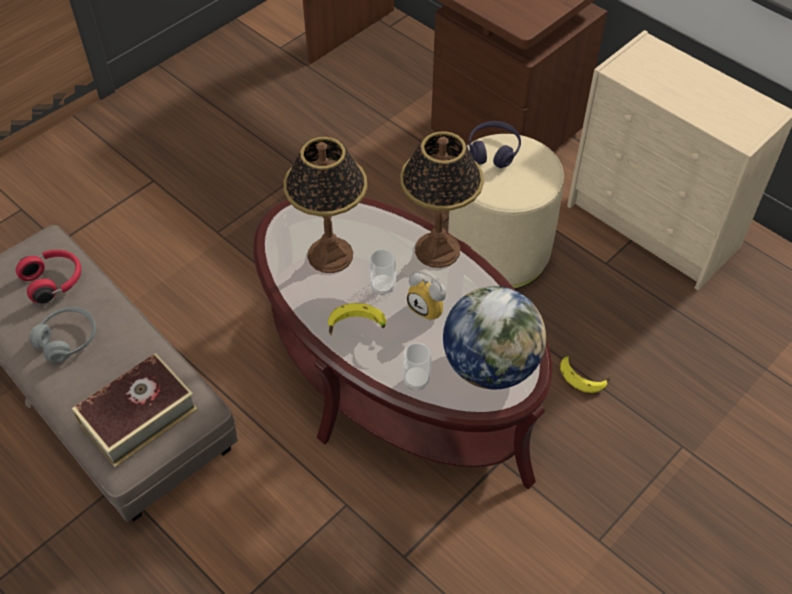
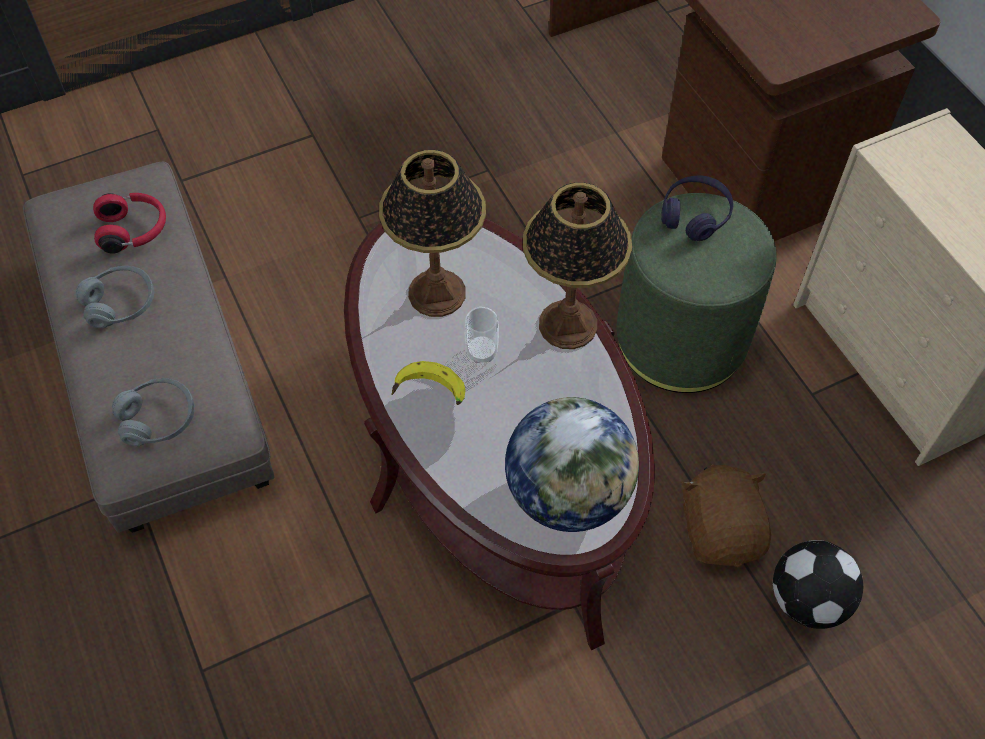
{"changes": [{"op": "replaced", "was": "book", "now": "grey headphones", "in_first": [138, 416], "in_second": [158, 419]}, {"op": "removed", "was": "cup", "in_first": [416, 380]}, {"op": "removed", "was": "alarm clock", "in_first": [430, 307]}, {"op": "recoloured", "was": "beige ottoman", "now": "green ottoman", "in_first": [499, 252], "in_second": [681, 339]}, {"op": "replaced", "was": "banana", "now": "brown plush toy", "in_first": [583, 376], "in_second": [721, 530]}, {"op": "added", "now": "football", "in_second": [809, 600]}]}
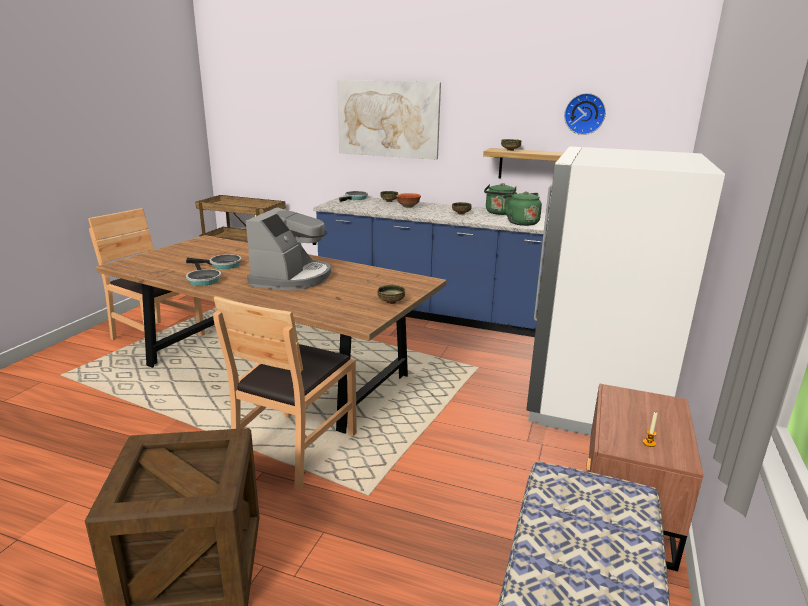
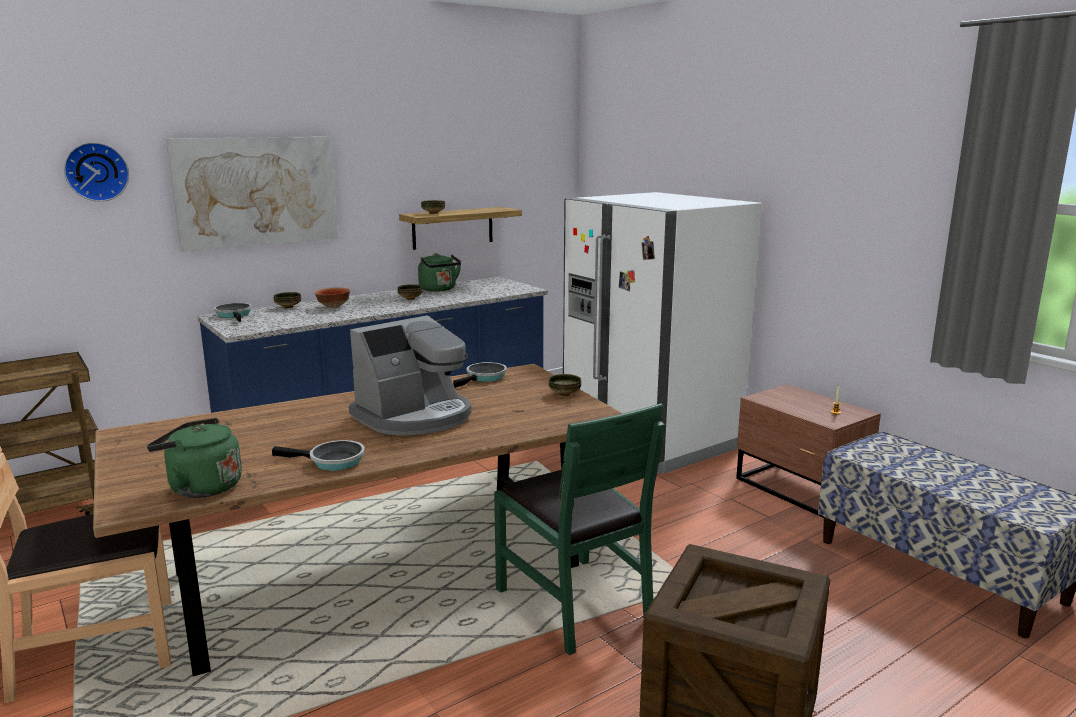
{"changes": [{"op": "moved", "was": "frying pan", "in_first": [222, 265], "in_second": [484, 378]}, {"op": "recoloured", "was": "brown chair", "now": "green chair", "in_first": [295, 448], "in_second": [574, 603]}, {"op": "turned", "was": "coffee machine", "in_first": [292, 278], "in_second": [415, 417], "clockwise": 90}, {"op": "moved", "was": "green kettle", "in_first": [521, 222], "in_second": [201, 487]}, {"op": "moved", "was": "wall clock", "in_first": [585, 114], "in_second": [96, 171]}]}
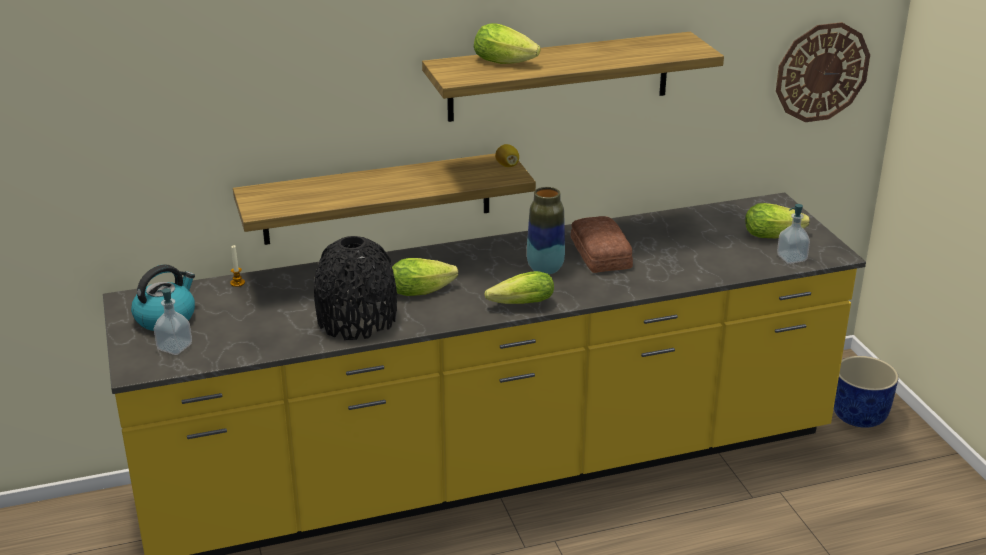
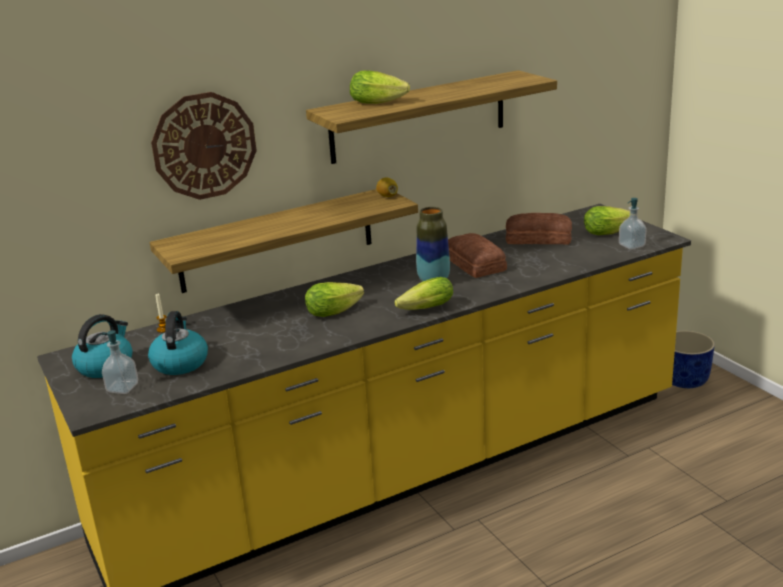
{"changes": [{"op": "removed", "was": "black vase", "in_first": [357, 319]}, {"op": "moved", "was": "wall clock", "in_first": [821, 72], "in_second": [204, 146]}, {"op": "added", "now": "kettle", "in_second": [180, 363]}, {"op": "added", "now": "bread", "in_second": [537, 238]}]}
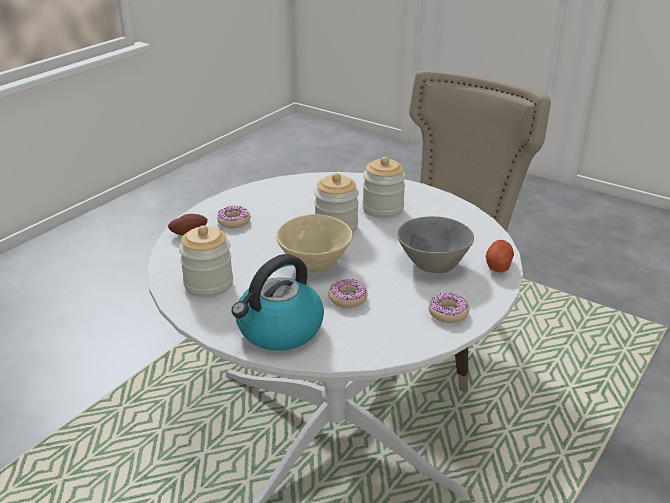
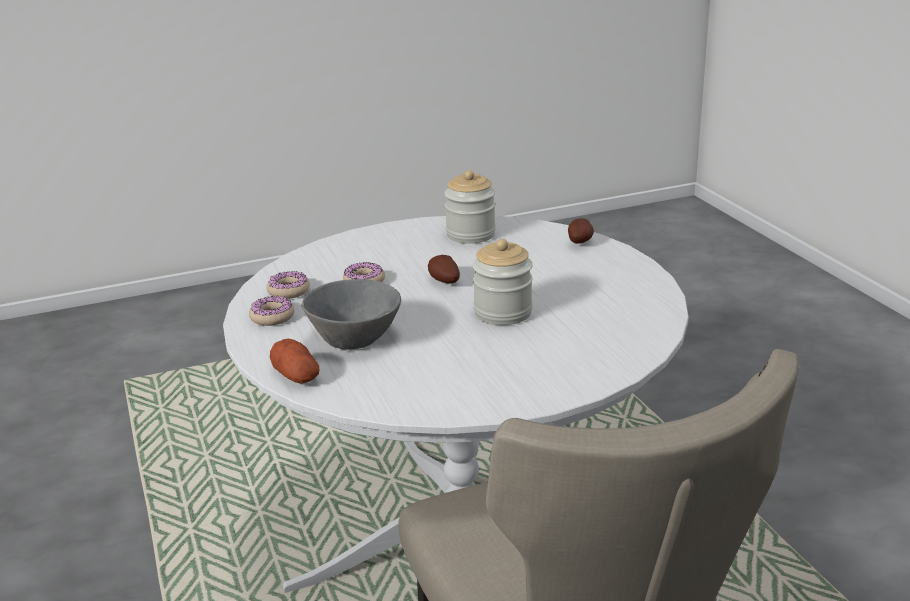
{"changes": [{"op": "moved", "was": "donut", "in_first": [234, 221], "in_second": [288, 291]}, {"op": "removed", "was": "kettle", "in_first": [279, 330]}, {"op": "replaced", "was": "beige bowl", "now": "potato", "in_first": [312, 264], "in_second": [443, 282]}, {"op": "removed", "was": "jar", "in_first": [383, 209]}]}
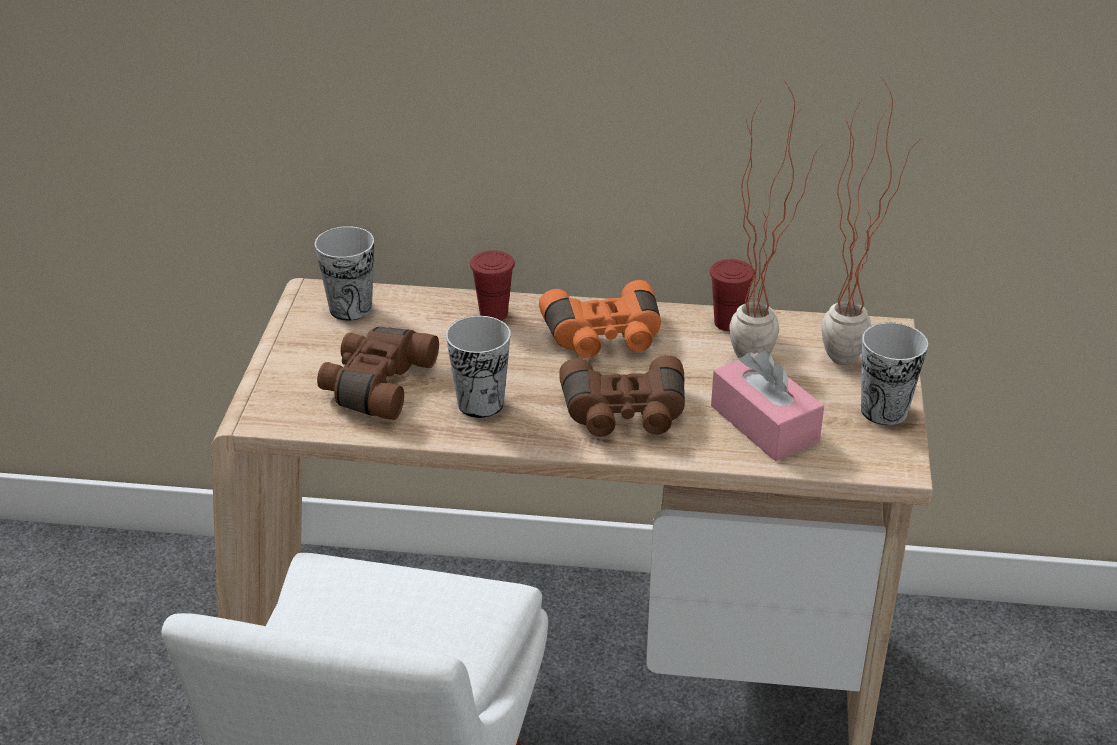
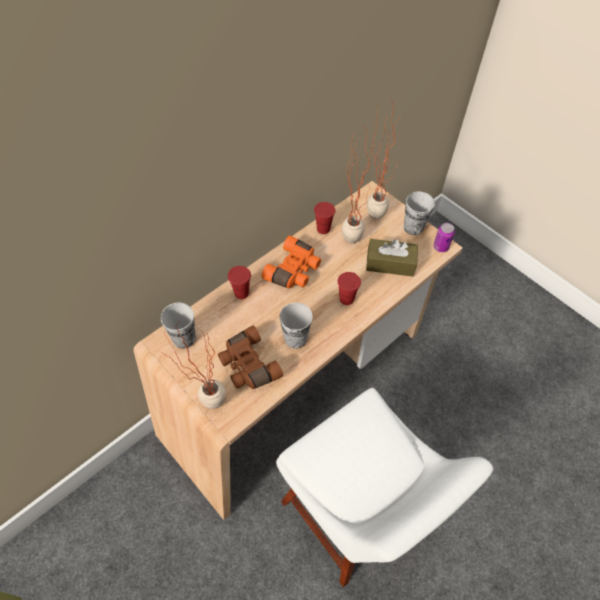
{"changes": [{"op": "replaced", "was": "brown binoculars", "now": "red cup", "in_first": [624, 415], "in_second": [346, 299]}, {"op": "recoloured", "was": "pink tissue box", "now": "brown tissue box", "in_first": [764, 424], "in_second": [390, 263]}, {"op": "added", "now": "potted plant", "in_second": [206, 404]}, {"op": "added", "now": "can", "in_second": [440, 247]}]}
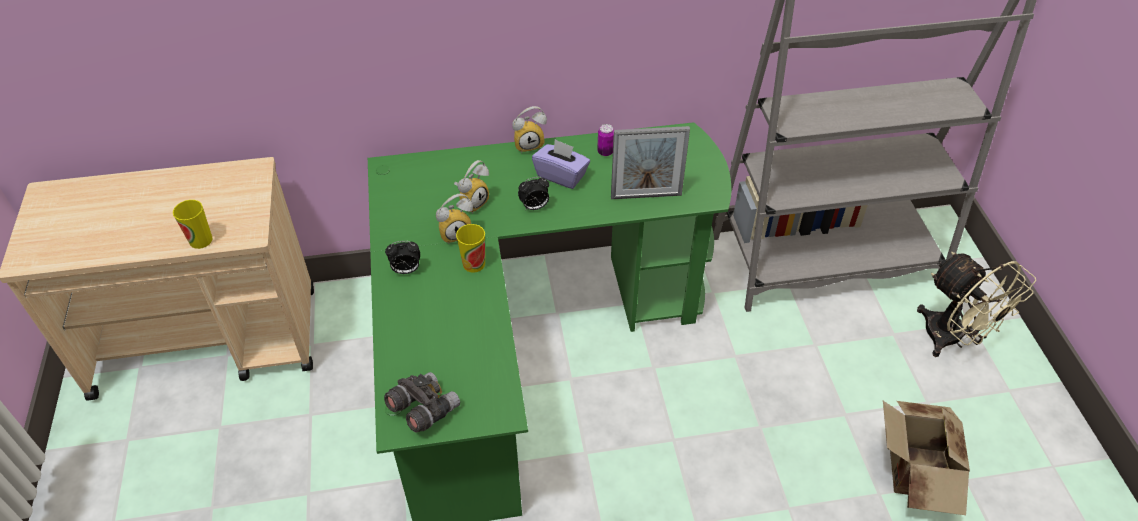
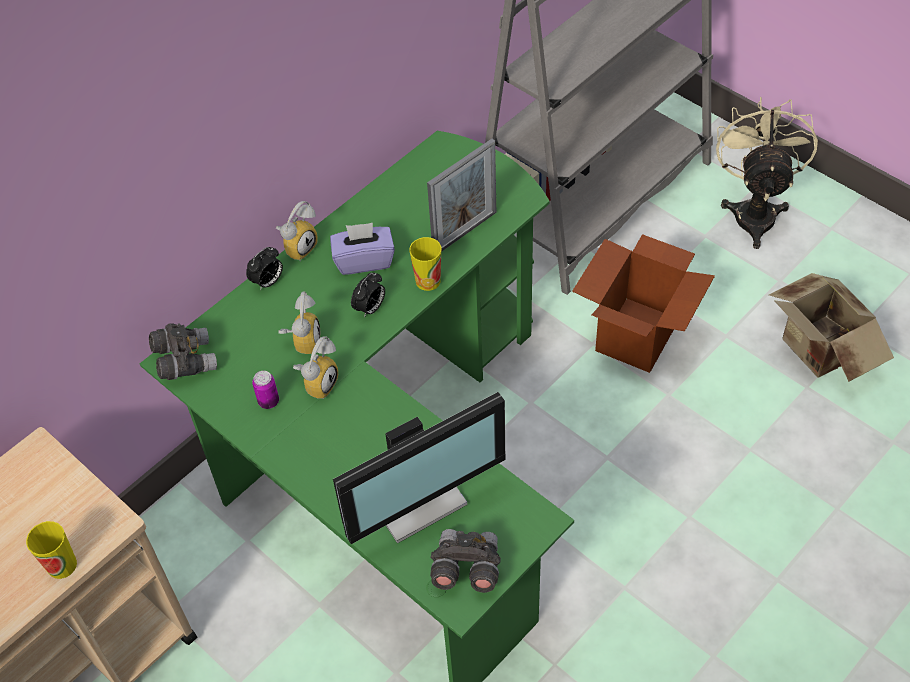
{"changes": [{"op": "moved", "was": "alarm clock", "in_first": [406, 270], "in_second": [268, 282]}, {"op": "moved", "was": "cup", "in_first": [474, 264], "in_second": [428, 281]}, {"op": "moved", "was": "can", "in_first": [605, 152], "in_second": [268, 401]}, {"op": "turned", "was": "beige fan", "in_first": [952, 339], "in_second": [754, 211], "clockwise": -105}, {"op": "added", "now": "grey binoculars", "in_second": [185, 361]}, {"op": "added", "now": "monitor", "in_second": [416, 496]}, {"op": "added", "now": "cardboard box", "in_second": [637, 335]}]}
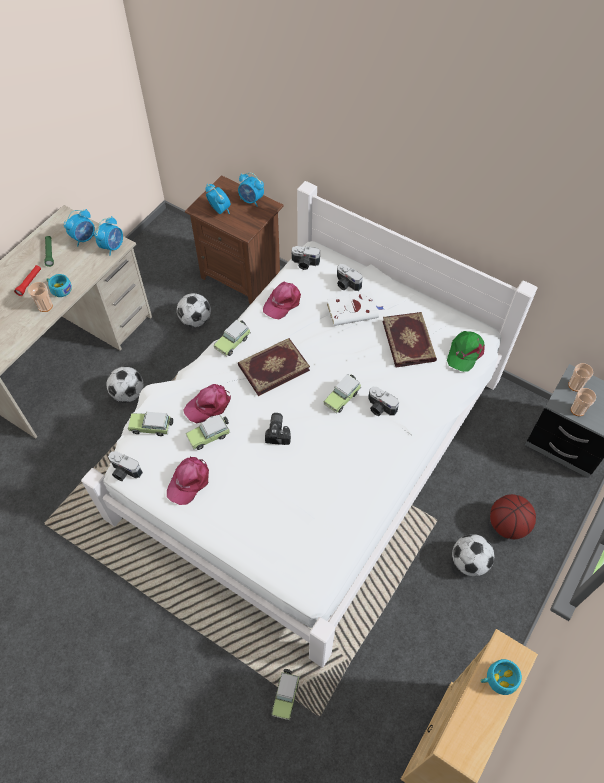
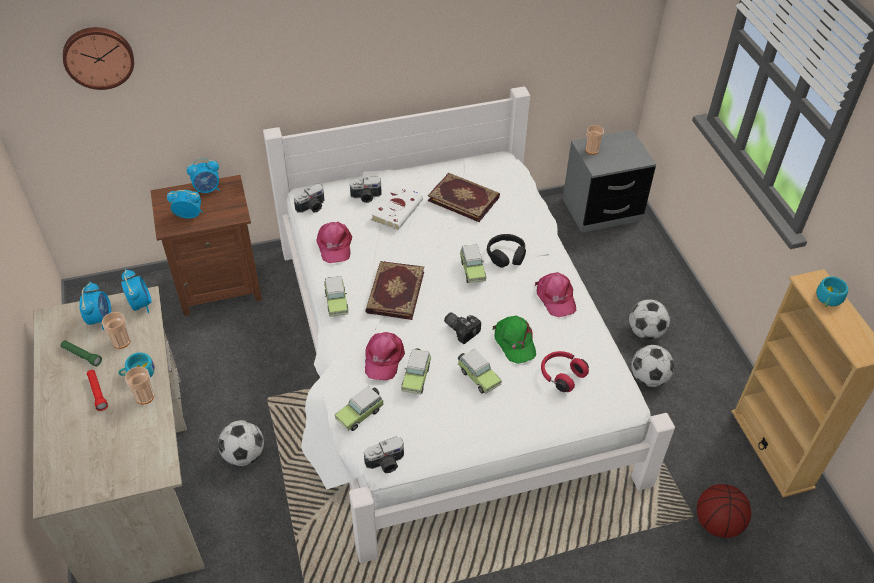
{"changes": [{"op": "moved", "was": "pink cap", "in_first": [189, 481], "in_second": [555, 297]}, {"op": "moved", "was": "football", "in_first": [195, 320], "in_second": [648, 378]}, {"op": "moved", "was": "toy car", "in_first": [286, 695], "in_second": [478, 376]}, {"op": "replaced", "was": "photo camera", "now": "black headphones", "in_first": [380, 408], "in_second": [506, 255]}, {"op": "moved", "was": "green cap", "in_first": [464, 352], "in_second": [514, 342]}, {"op": "moved", "was": "basketball", "in_first": [508, 525], "in_second": [718, 523]}, {"op": "moved", "was": "cup", "in_first": [577, 410], "in_second": [121, 341]}, {"op": "added", "now": "wall clock", "in_second": [98, 56]}, {"op": "added", "now": "red headphones", "in_second": [561, 375]}]}
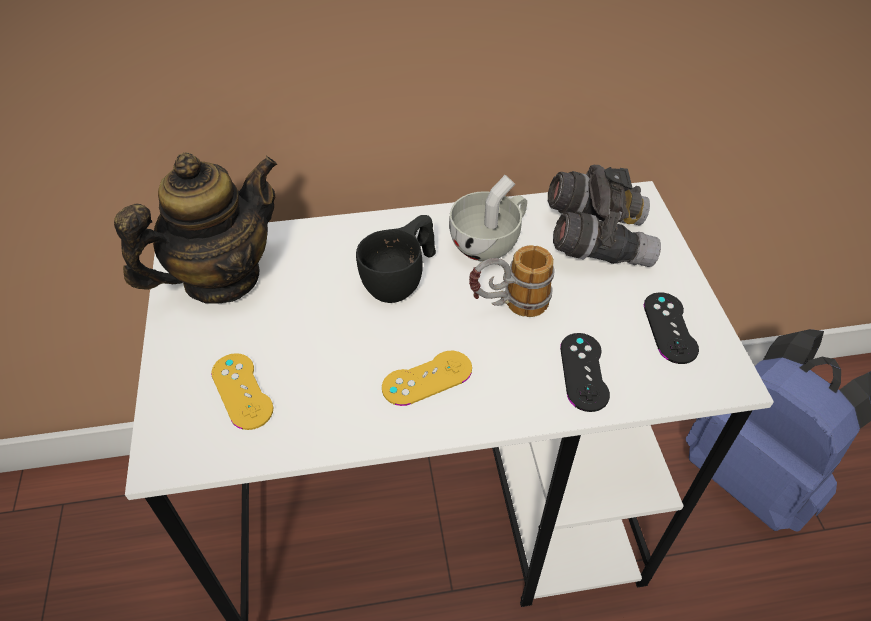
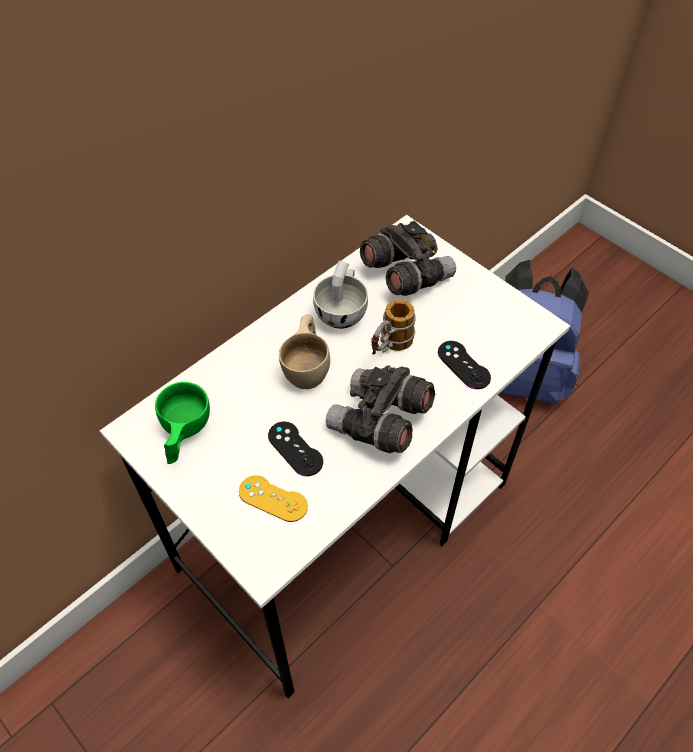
{"changes": [{"op": "replaced", "was": "teapot", "now": "green cup", "in_first": [221, 278], "in_second": [183, 434]}, {"op": "recoloured", "was": "black cup", "now": "beige cup", "in_first": [402, 279], "in_second": [308, 366]}, {"op": "replaced", "was": "yellow game controller", "now": "grey binoculars", "in_first": [427, 378], "in_second": [379, 421]}, {"op": "moved", "was": "black game controller", "in_first": [670, 327], "in_second": [295, 448]}]}
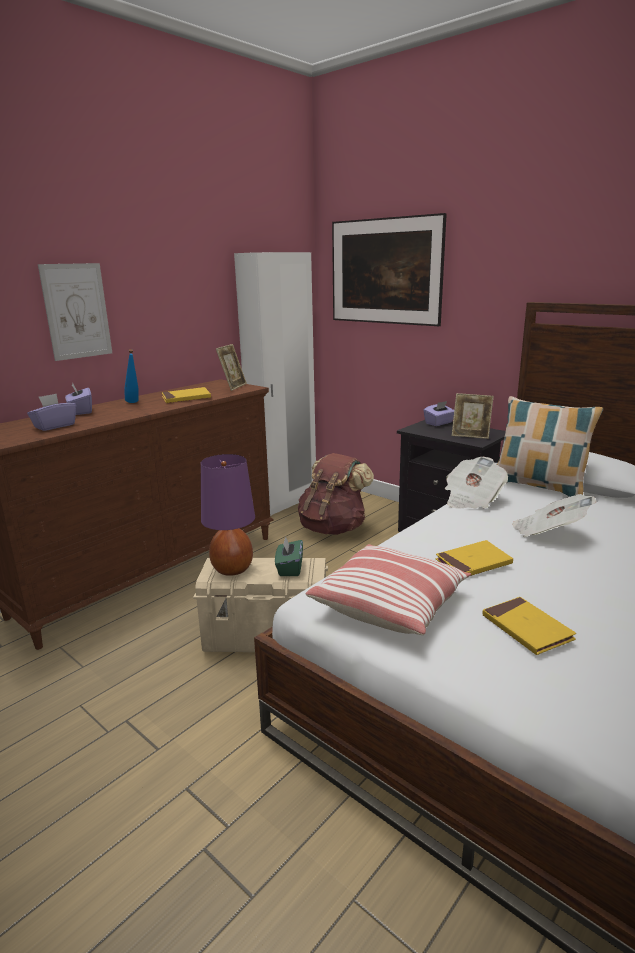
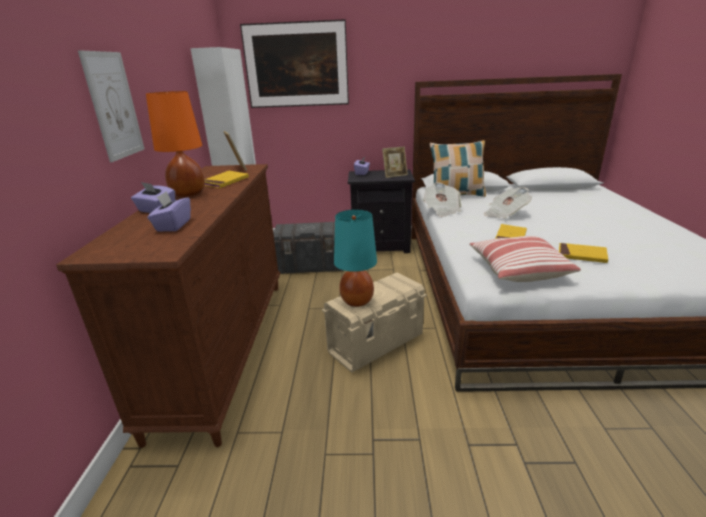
{"changes": [{"op": "replaced", "was": "blue bottle", "now": "orange table lamp", "in_first": [134, 403], "in_second": [188, 194]}, {"op": "recoloured", "was": "purple table lamp", "now": "turquoise table lamp", "in_first": [233, 569], "in_second": [357, 301]}, {"op": "removed", "was": "green tissue box", "in_first": [289, 568]}, {"op": "replaced", "was": "brown backpack", "now": "grey storage box", "in_first": [333, 528], "in_second": [311, 266]}]}
